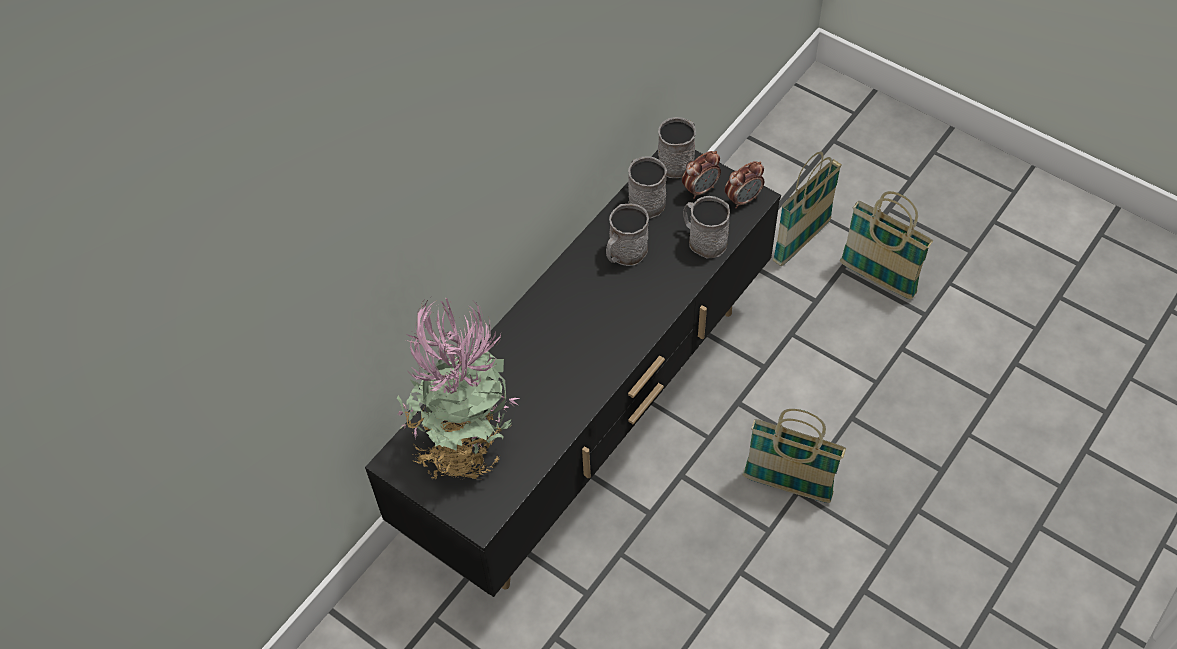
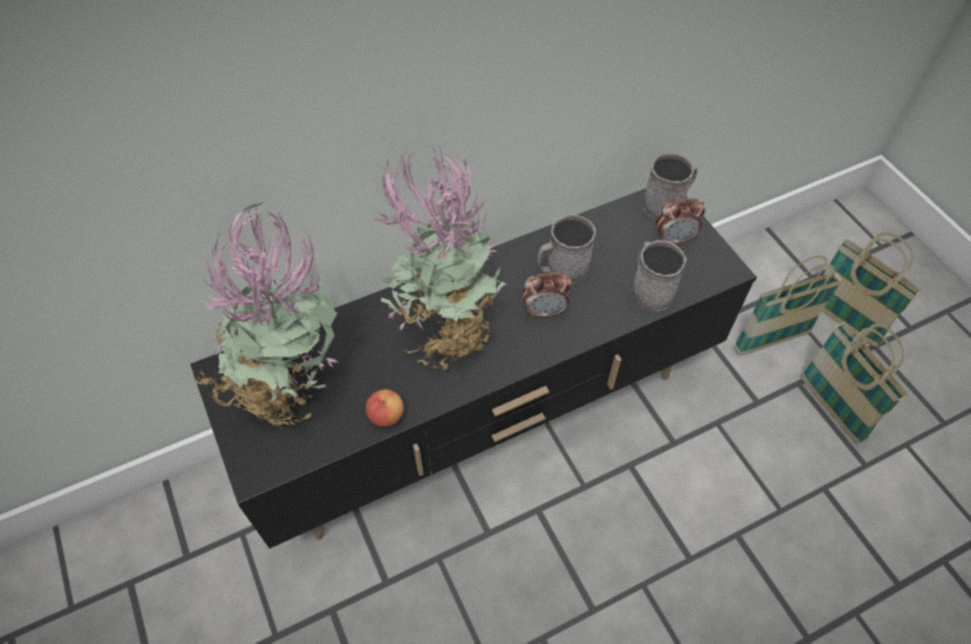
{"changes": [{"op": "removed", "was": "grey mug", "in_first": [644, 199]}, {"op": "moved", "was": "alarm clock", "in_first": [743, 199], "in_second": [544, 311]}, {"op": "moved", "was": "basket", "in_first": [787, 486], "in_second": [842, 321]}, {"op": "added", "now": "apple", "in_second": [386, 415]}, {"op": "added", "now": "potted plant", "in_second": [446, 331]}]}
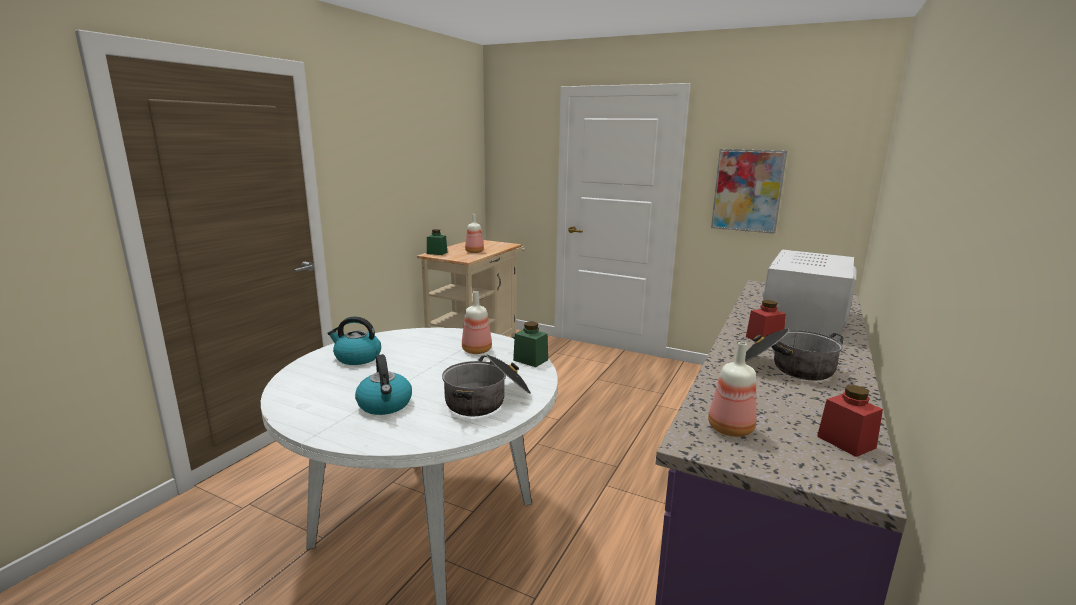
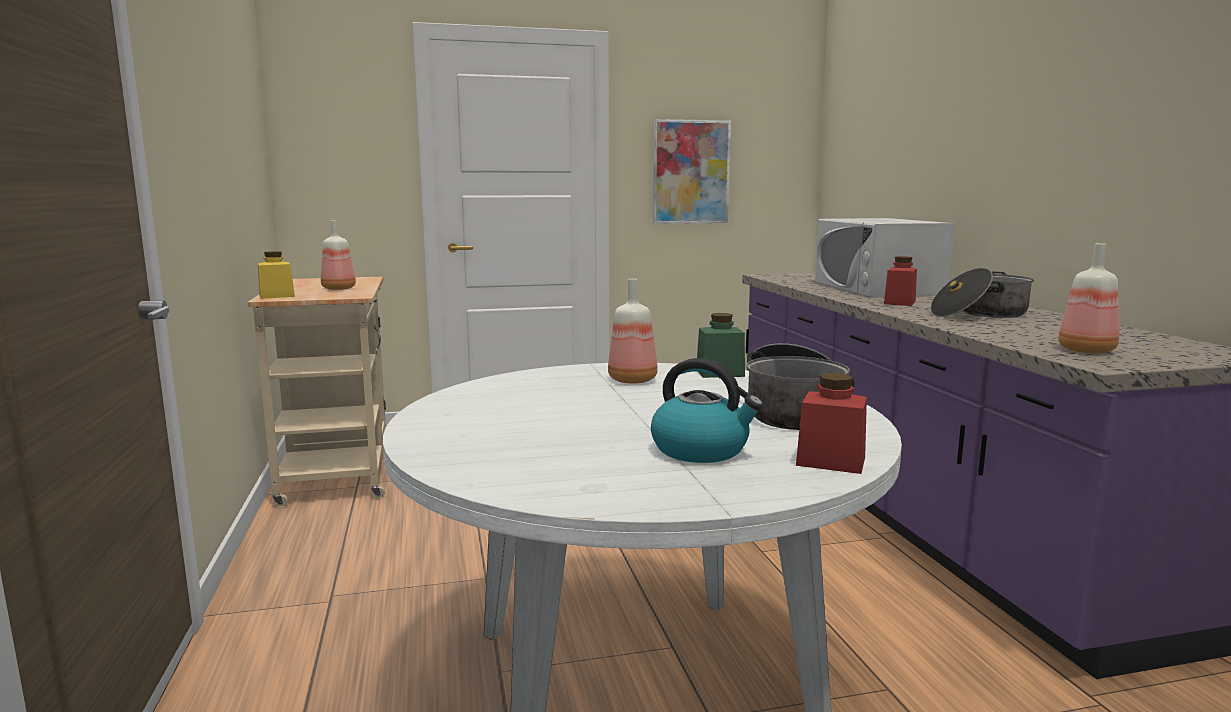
{"changes": [{"op": "removed", "was": "kettle", "in_first": [357, 358]}, {"op": "recoloured", "was": "green jar", "now": "yellow jar", "in_first": [437, 253], "in_second": [277, 296]}, {"op": "moved", "was": "red jar", "in_first": [846, 442], "in_second": [830, 461]}]}
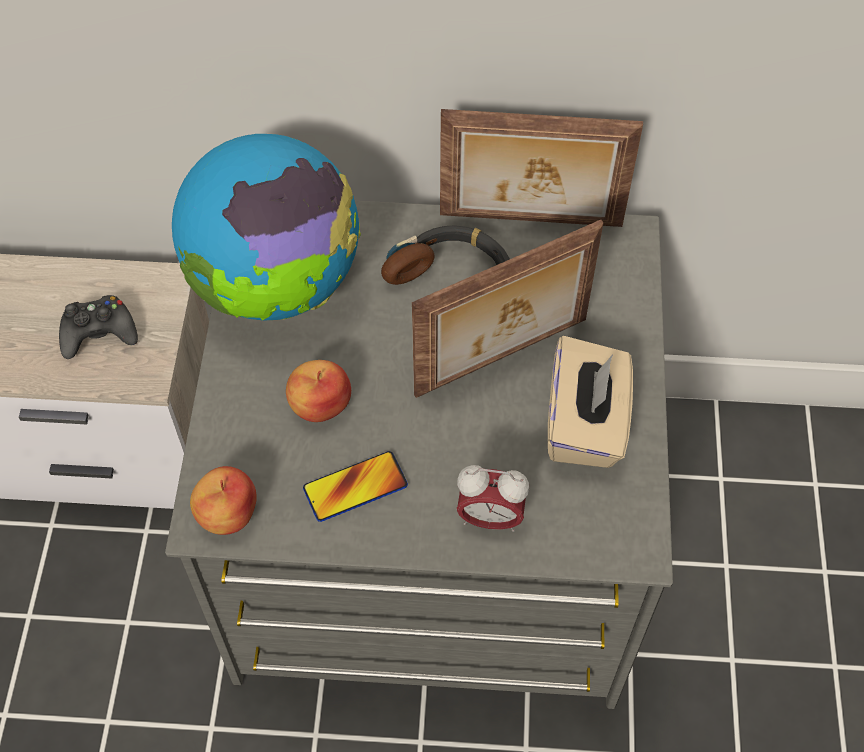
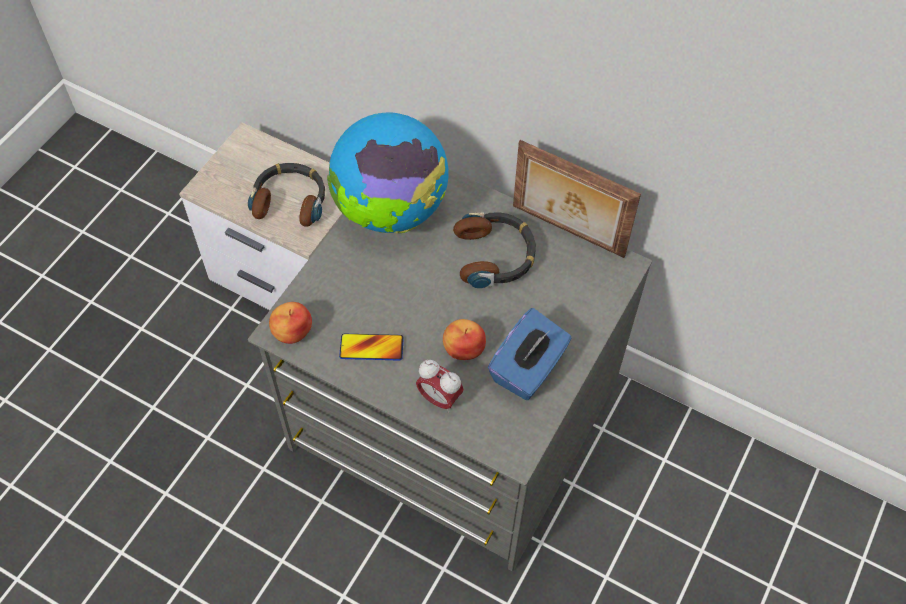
{"changes": [{"op": "replaced", "was": "black game controller", "now": "headphones", "in_first": [99, 333], "in_second": [290, 200]}, {"op": "moved", "was": "apple", "in_first": [320, 404], "in_second": [464, 348]}, {"op": "removed", "was": "picture frame", "in_first": [503, 359]}, {"op": "recoloured", "was": "beige tissue box", "now": "blue tissue box", "in_first": [585, 424], "in_second": [528, 369]}]}
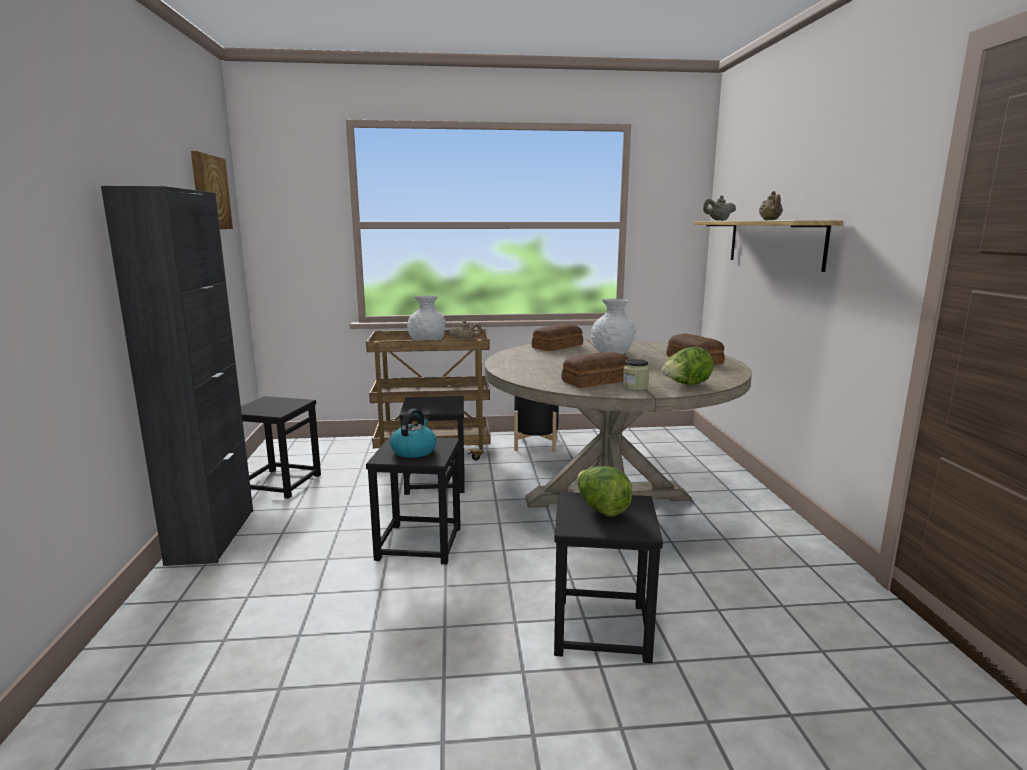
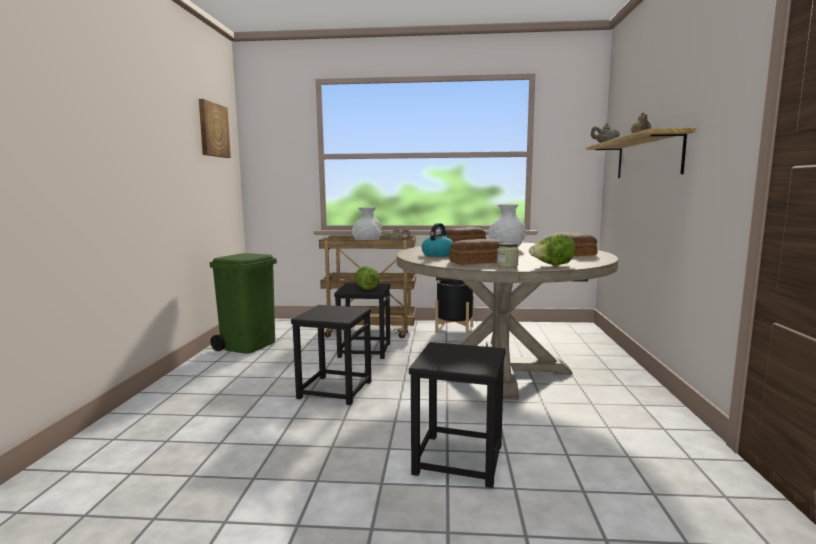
{"changes": [{"op": "removed", "was": "black cabinet", "in_first": [212, 536]}, {"op": "replaced", "was": "black stool", "now": "green trash can", "in_first": [279, 483], "in_second": [248, 345]}, {"op": "moved", "was": "kettle", "in_first": [414, 450], "in_second": [438, 255]}, {"op": "moved", "was": "lettuce", "in_first": [601, 509], "in_second": [366, 288]}]}
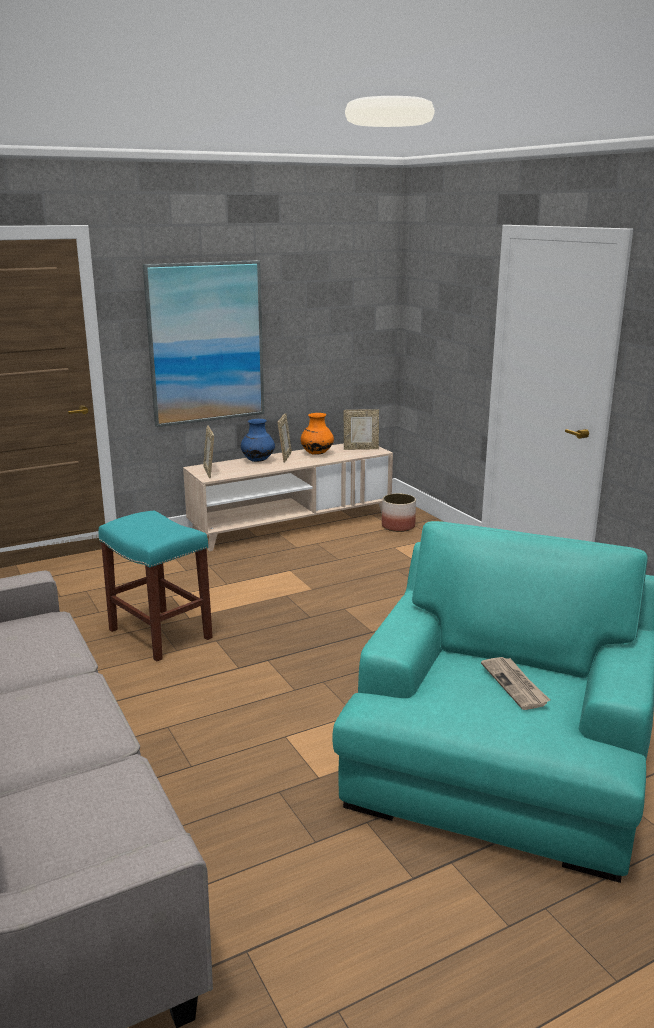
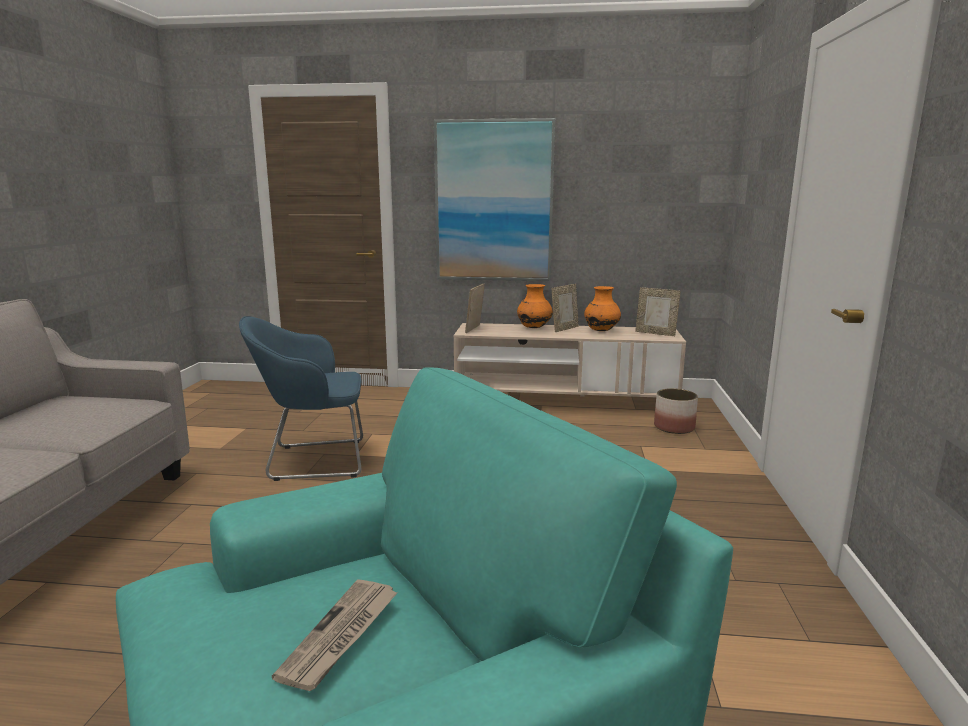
{"changes": [{"op": "replaced", "was": "turquoise stool", "now": "blue armchair", "in_first": [159, 634], "in_second": [312, 460]}, {"op": "recoloured", "was": "blue vase", "now": "orange vase", "in_first": [258, 461], "in_second": [534, 328]}]}
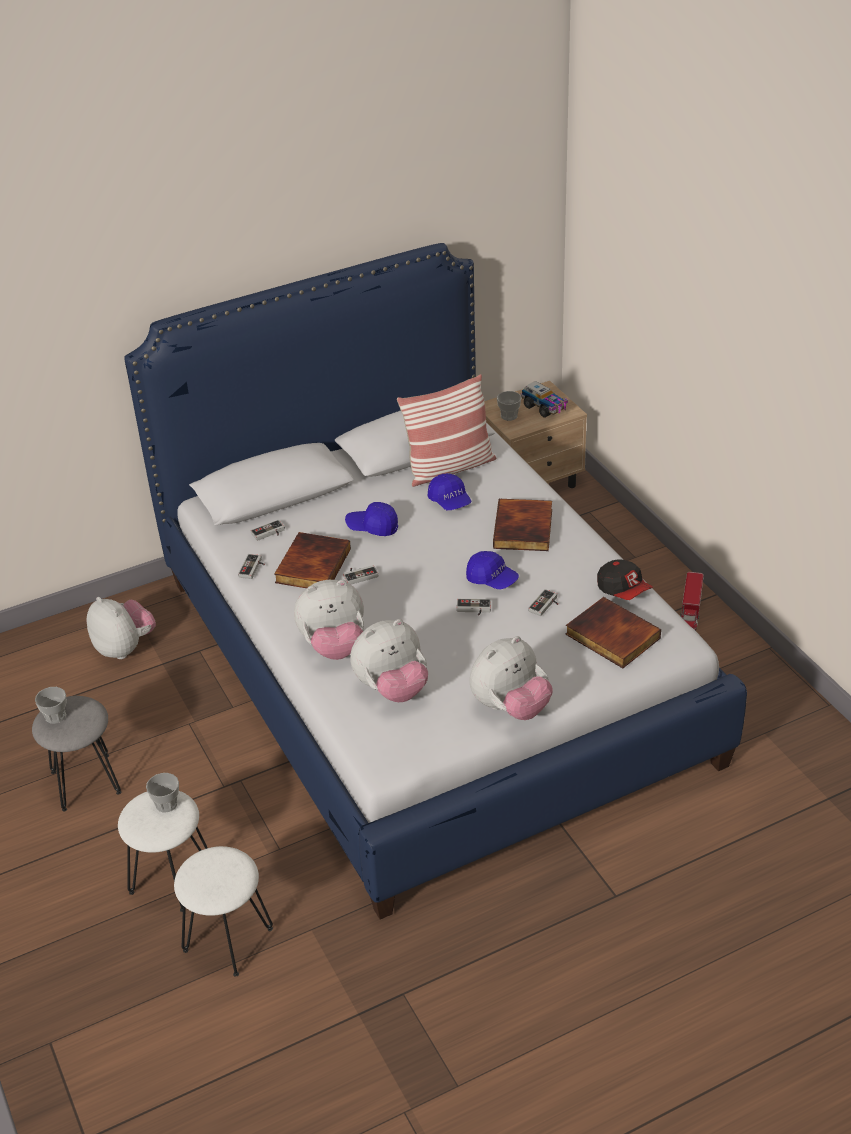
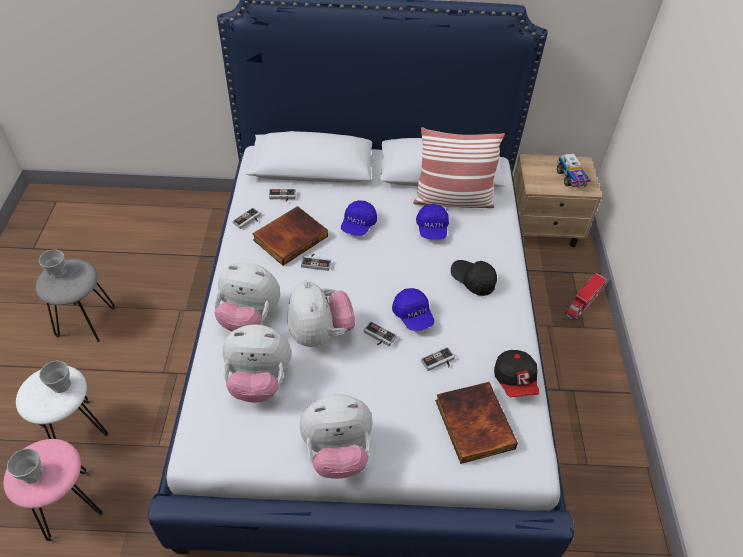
{"changes": [{"op": "moved", "was": "plush toy", "in_first": [125, 648], "in_second": [320, 333]}, {"op": "recoloured", "was": "white stool", "now": "pink stool", "in_first": [227, 939], "in_second": [68, 504]}, {"op": "turned", "was": "blue cap", "in_first": [372, 527], "in_second": [358, 225], "clockwise": -105}, {"op": "replaced", "was": "book", "now": "black cap", "in_first": [524, 529], "in_second": [472, 280]}, {"op": "moved", "was": "cup", "in_first": [509, 416], "in_second": [32, 474]}, {"op": "moved", "was": "toy truck", "in_first": [690, 609], "in_second": [583, 301]}]}
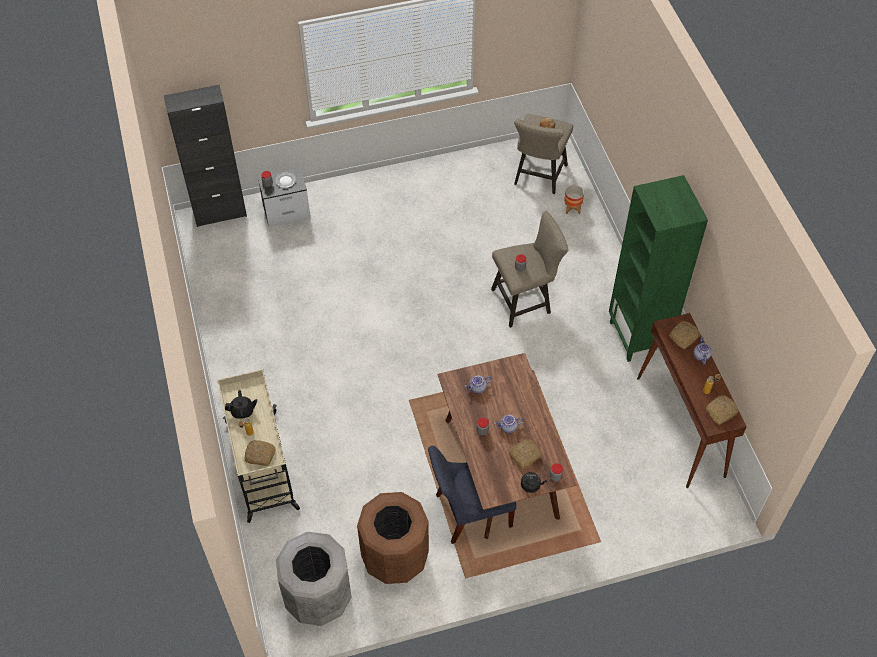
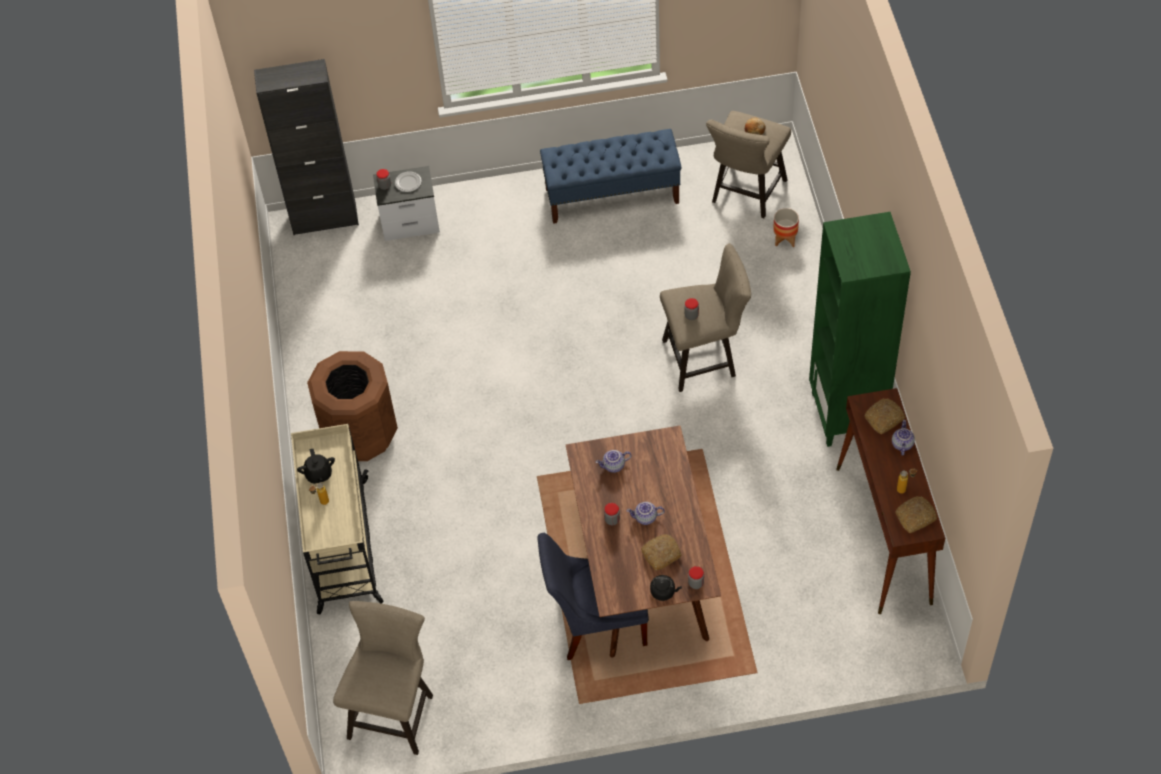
{"changes": [{"op": "turned", "was": "black teapot", "in_first": [242, 411], "in_second": [318, 474], "clockwise": 75}, {"op": "removed", "was": "bread", "in_first": [260, 455]}, {"op": "replaced", "was": "grey trash can", "now": "beige stool", "in_first": [318, 596], "in_second": [394, 711]}, {"op": "moved", "was": "brown trash can", "in_first": [395, 557], "in_second": [360, 435]}, {"op": "added", "now": "blue bench", "in_second": [612, 195]}]}
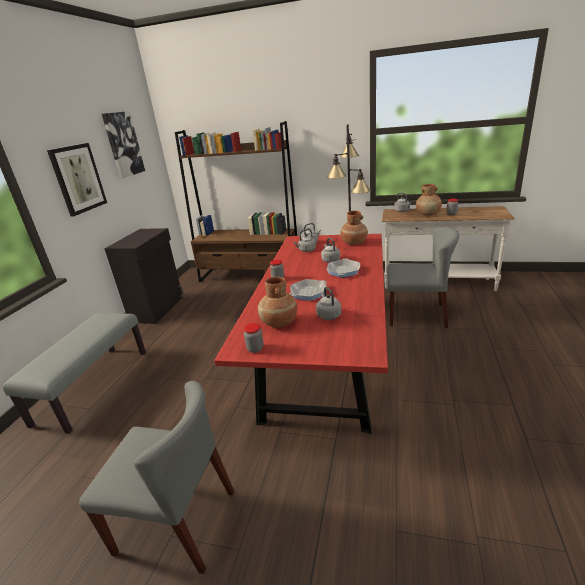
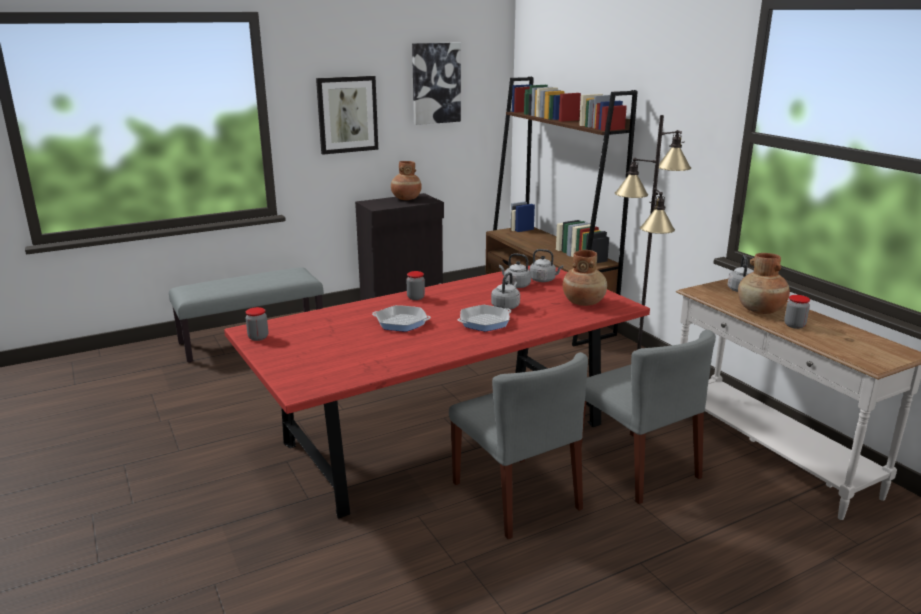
{"changes": [{"op": "moved", "was": "grey chair", "in_first": [177, 521], "in_second": [517, 496]}, {"op": "moved", "was": "brown vase", "in_first": [279, 323], "in_second": [406, 198]}, {"op": "removed", "was": "grey kettle", "in_first": [328, 315]}]}
